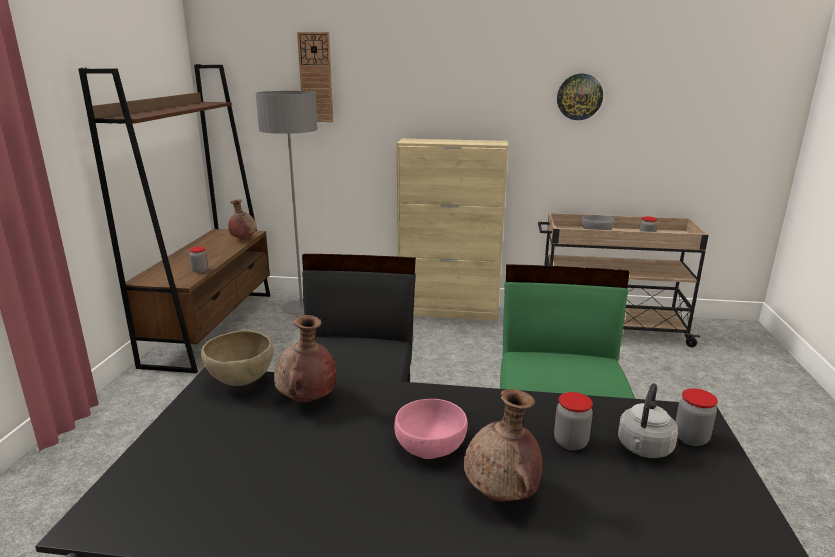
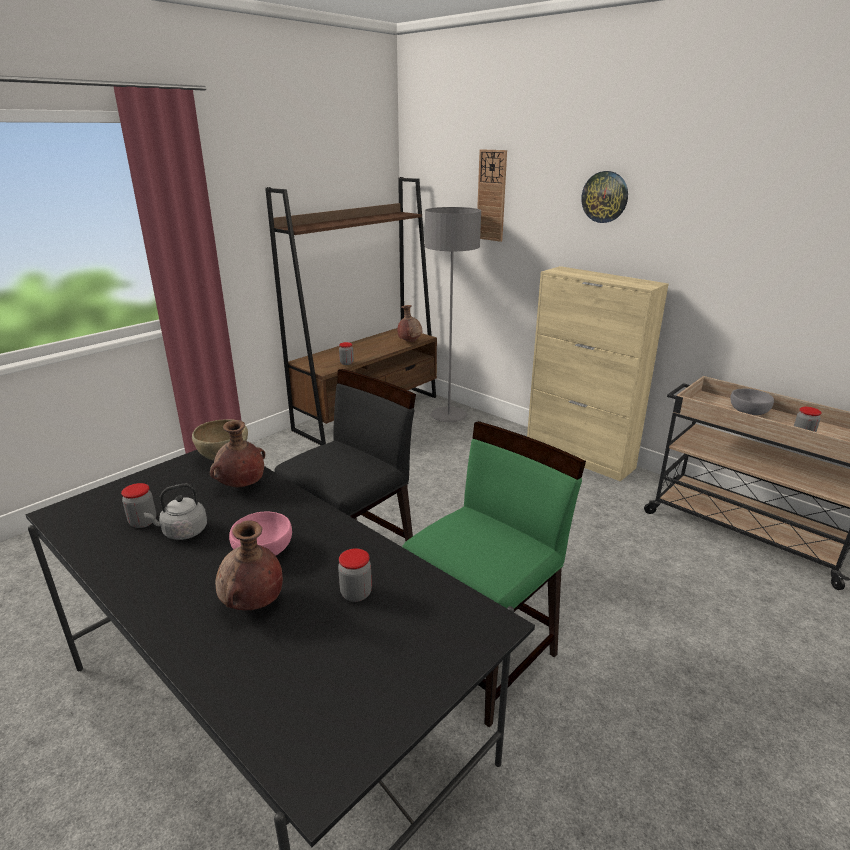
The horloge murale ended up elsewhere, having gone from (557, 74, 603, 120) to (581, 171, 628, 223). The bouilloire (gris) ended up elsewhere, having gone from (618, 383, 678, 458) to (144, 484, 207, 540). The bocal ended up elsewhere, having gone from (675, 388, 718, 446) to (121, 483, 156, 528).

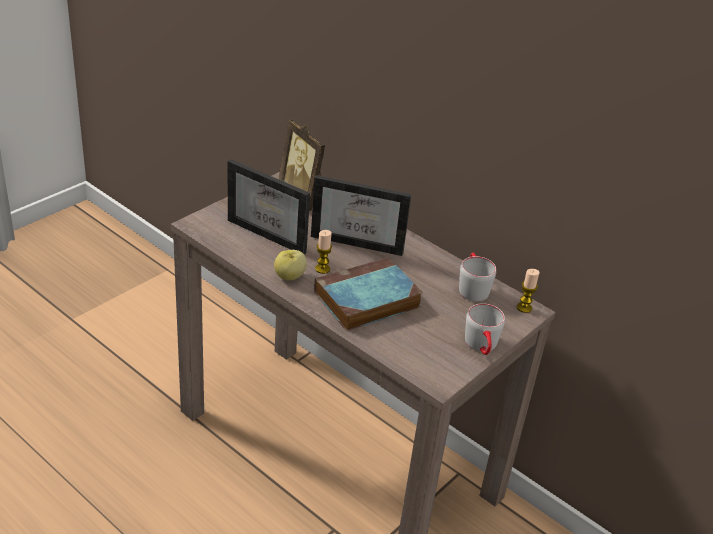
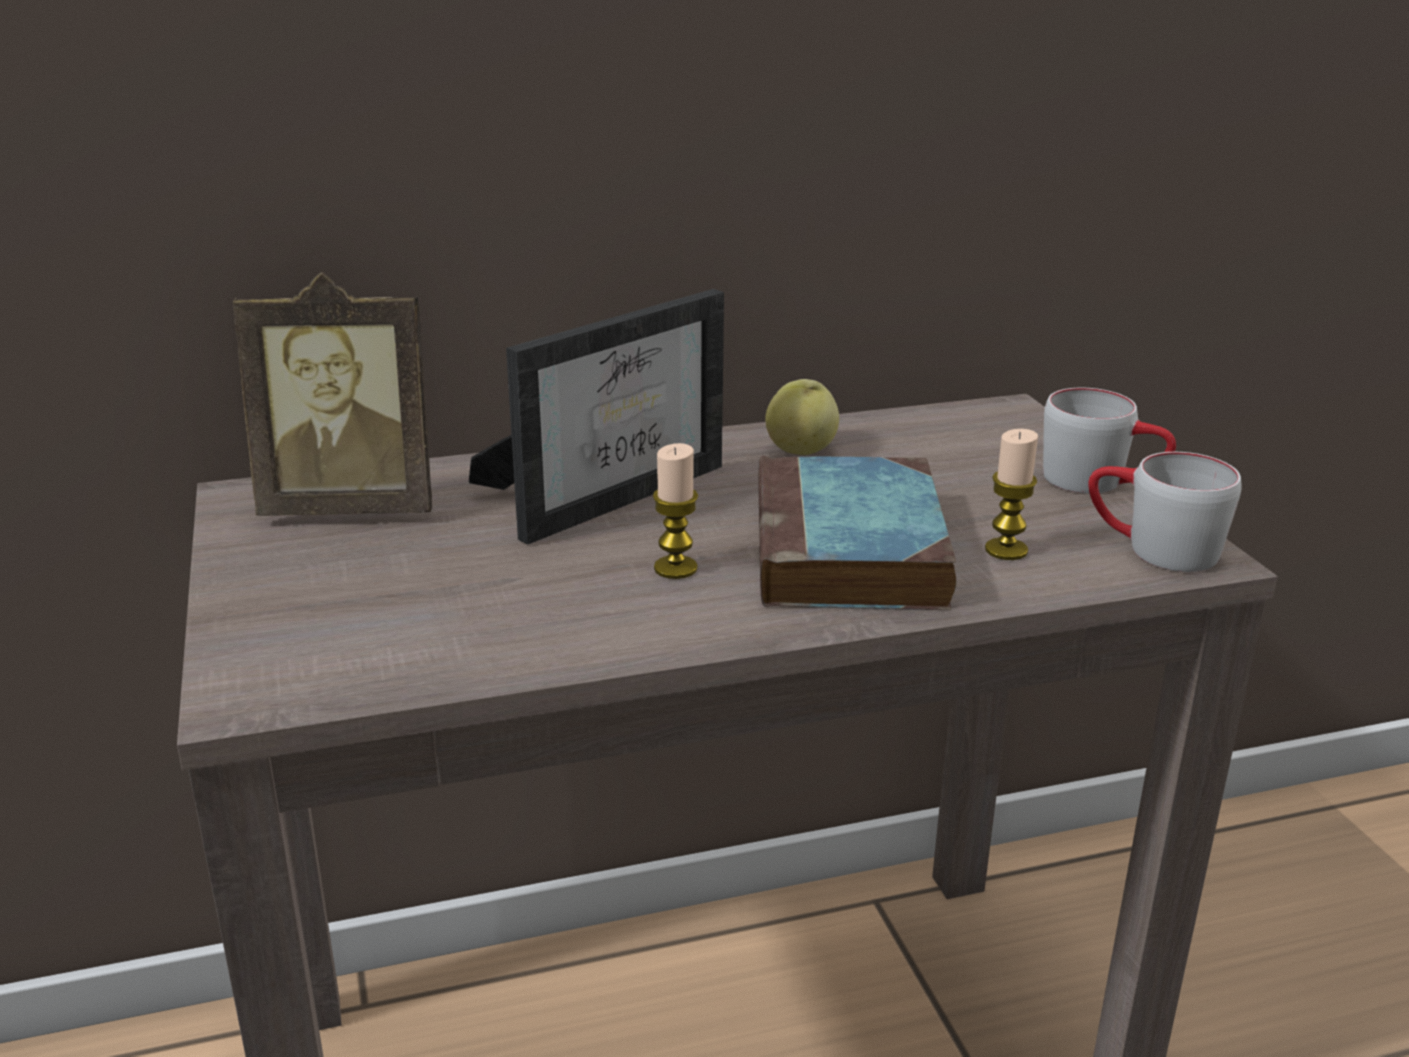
The second view lost the cadre photo at (228, 159, 310, 254). The pomme ended up elsewhere, having gone from (274, 250, 307, 281) to (765, 379, 839, 455). The mug (gris) ended up elsewhere, having gone from (459, 253, 496, 301) to (1088, 452, 1242, 572). The bougie ended up elsewhere, having gone from (517, 269, 540, 313) to (985, 429, 1038, 560).

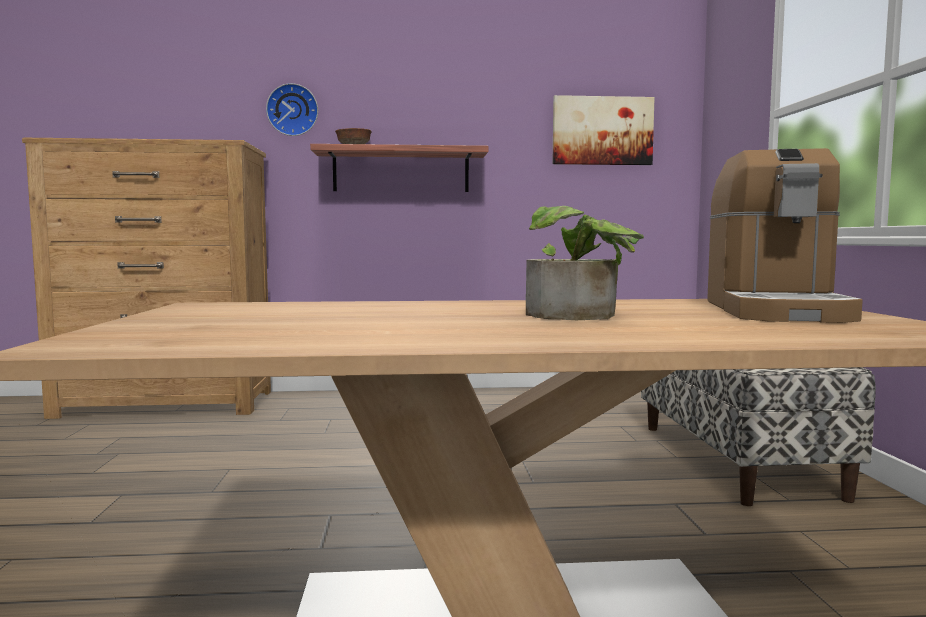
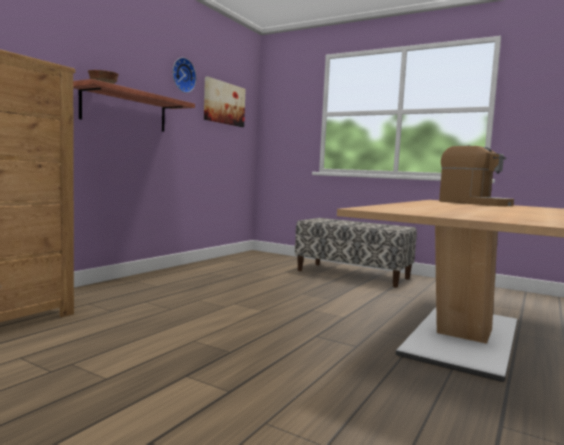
The horloge murale ended up elsewhere, having gone from (266, 83, 318, 136) to (173, 57, 196, 93). The second view lost the plante en pot at (526, 206, 644, 320).

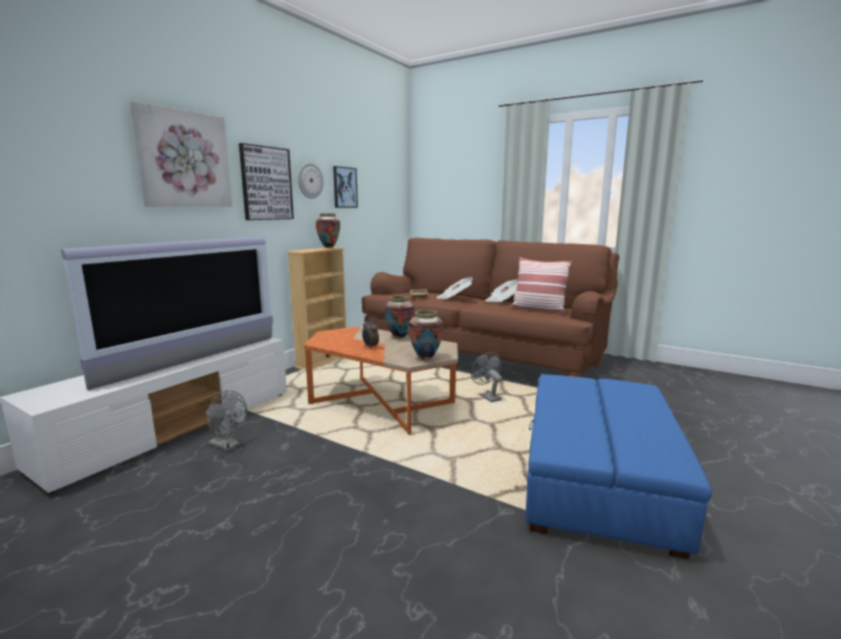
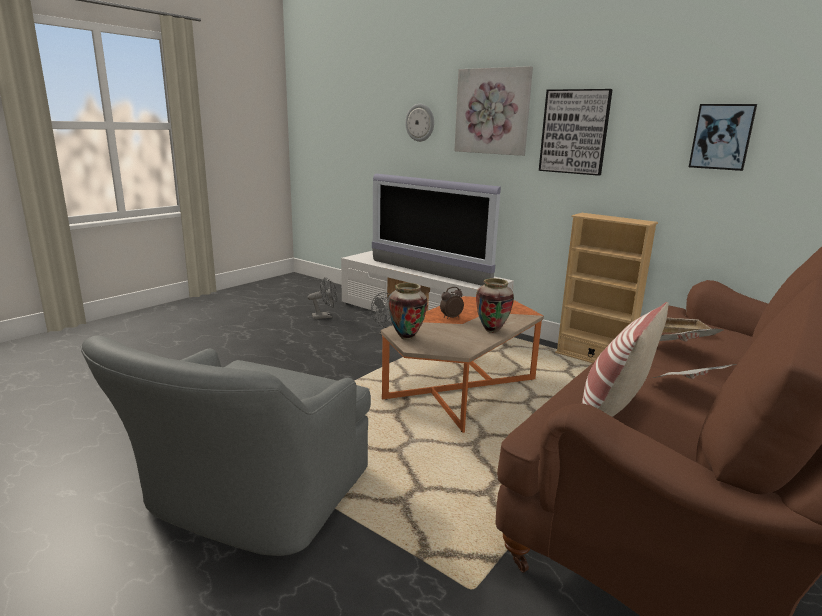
The horloge murale ended up elsewhere, having gone from (298, 162, 323, 199) to (405, 104, 434, 142). The second view lost the vase at (316, 214, 340, 248). The ventilateur (gris) ended up elsewhere, having gone from (471, 352, 502, 402) to (308, 277, 337, 319). Where the pouf (bleu) stood at (526, 374, 712, 559), the fauteuil (gris) came to stand at (81, 336, 371, 556).

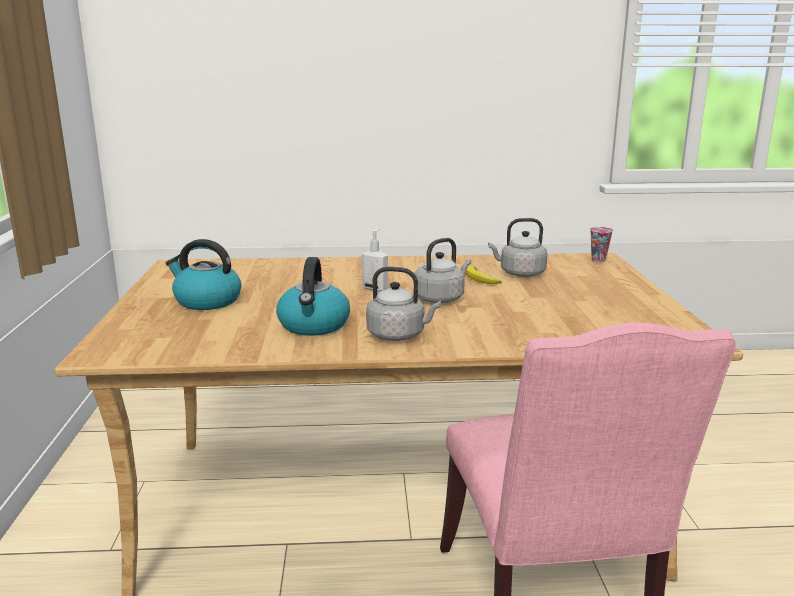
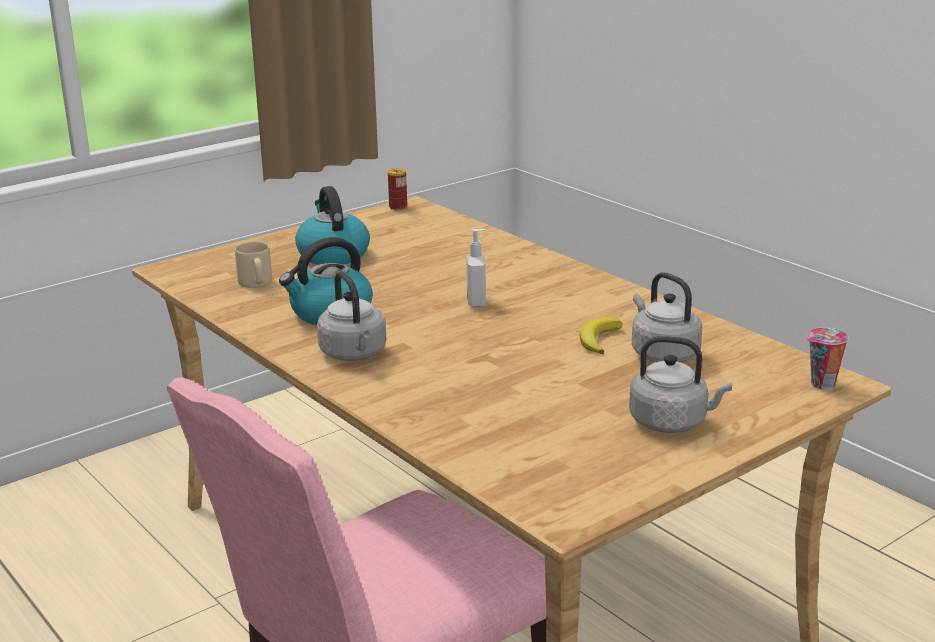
The bouilloire (gris) ended up elsewhere, having gone from (414, 238, 471, 303) to (629, 336, 732, 433). The second view gained the boîte métallique at (388, 168, 407, 210). The second view gained the mug (beige) at (235, 242, 272, 288).

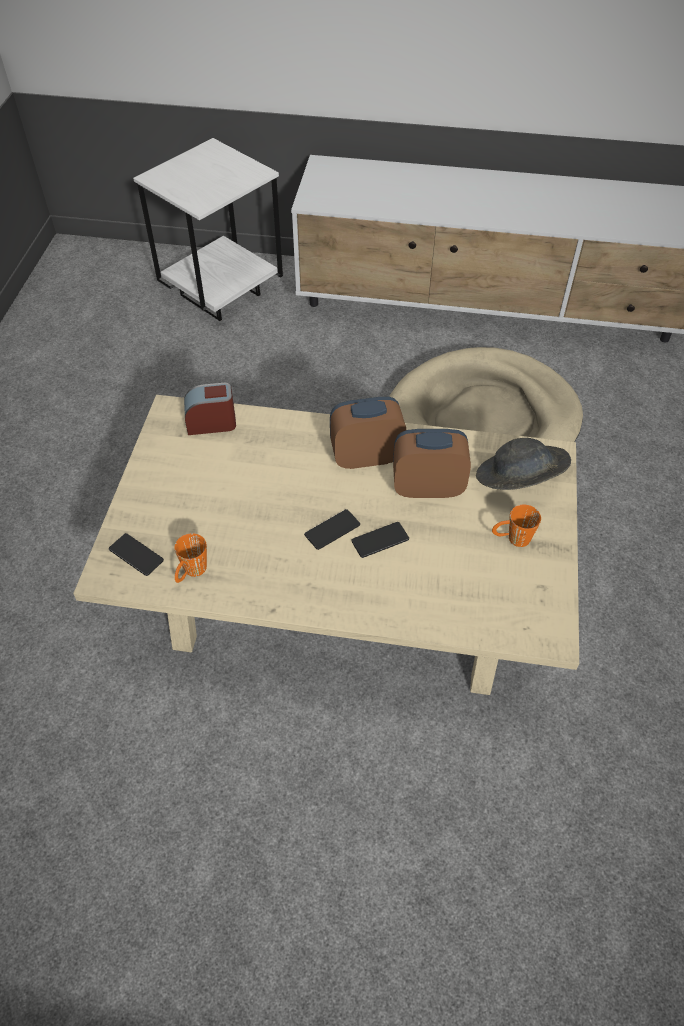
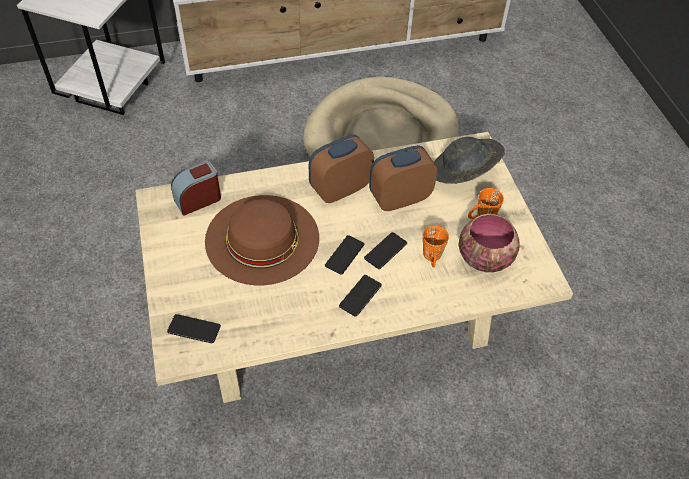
The mug (orange) ended up elsewhere, having gone from (175, 533, 207, 583) to (423, 226, 449, 268). The second view gained the chapeau (marron) at (205, 195, 319, 285). The second view gained the bol at (459, 214, 519, 272). The second view gained the téléphone at (339, 275, 382, 317).

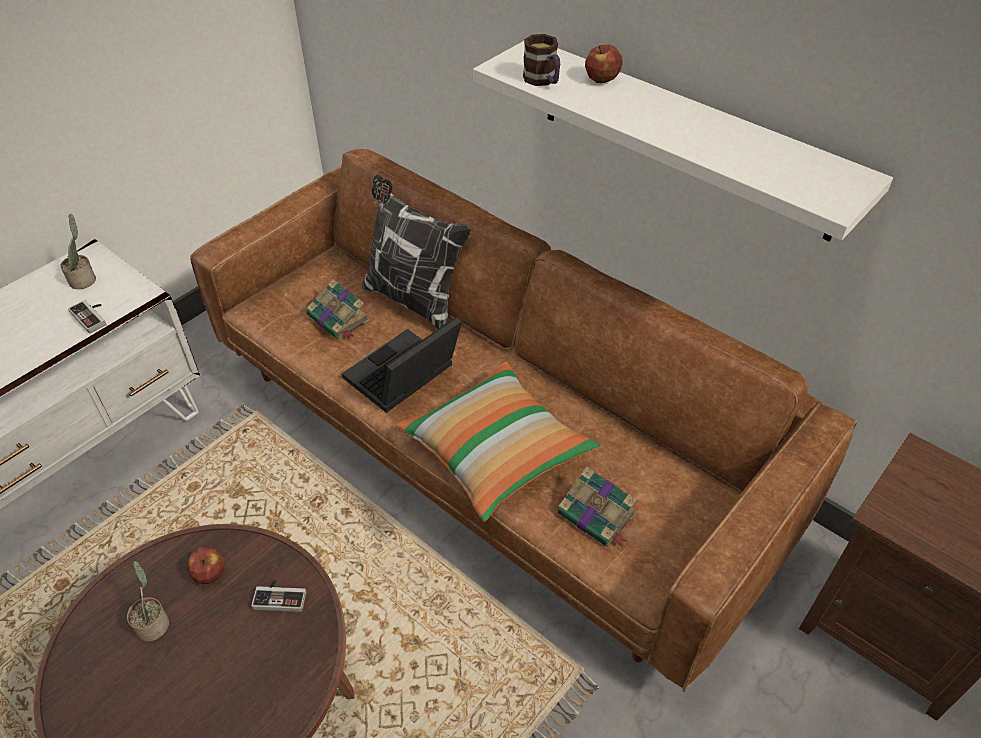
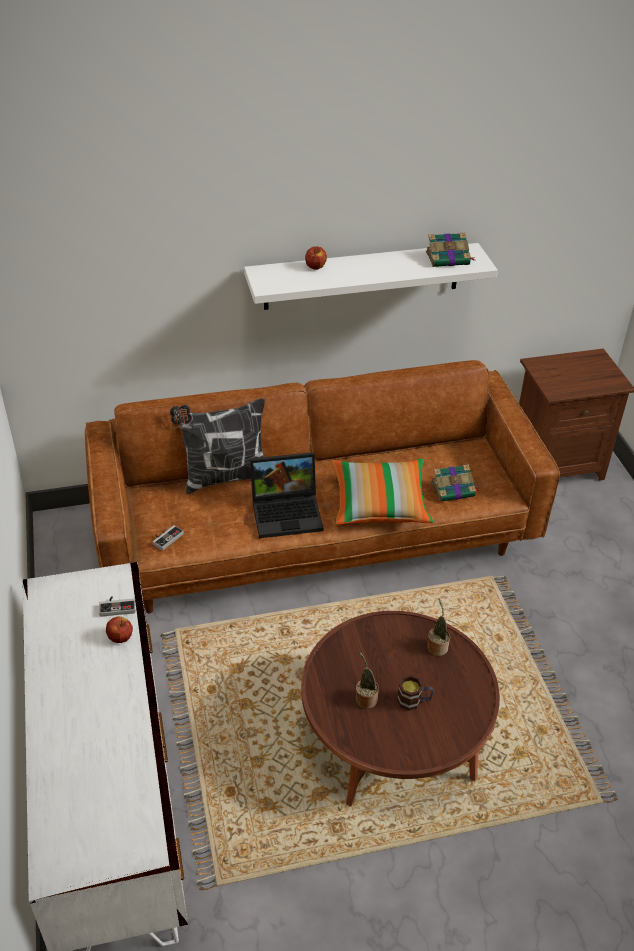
The mug ended up elsewhere, having gone from (523, 34, 560, 86) to (397, 675, 434, 711). The plante en pot ended up elsewhere, having gone from (60, 214, 96, 289) to (427, 599, 450, 656). The livre ended up elsewhere, having gone from (307, 279, 370, 339) to (426, 233, 475, 267). The ordinateur portable at (342, 316, 462, 413) ended up facing another way, 90 degrees counterclockwise from before. The pomme ended up elsewhere, having gone from (187, 547, 224, 584) to (106, 616, 133, 643). The manette ended up elsewhere, having gone from (251, 579, 306, 612) to (153, 525, 184, 551).

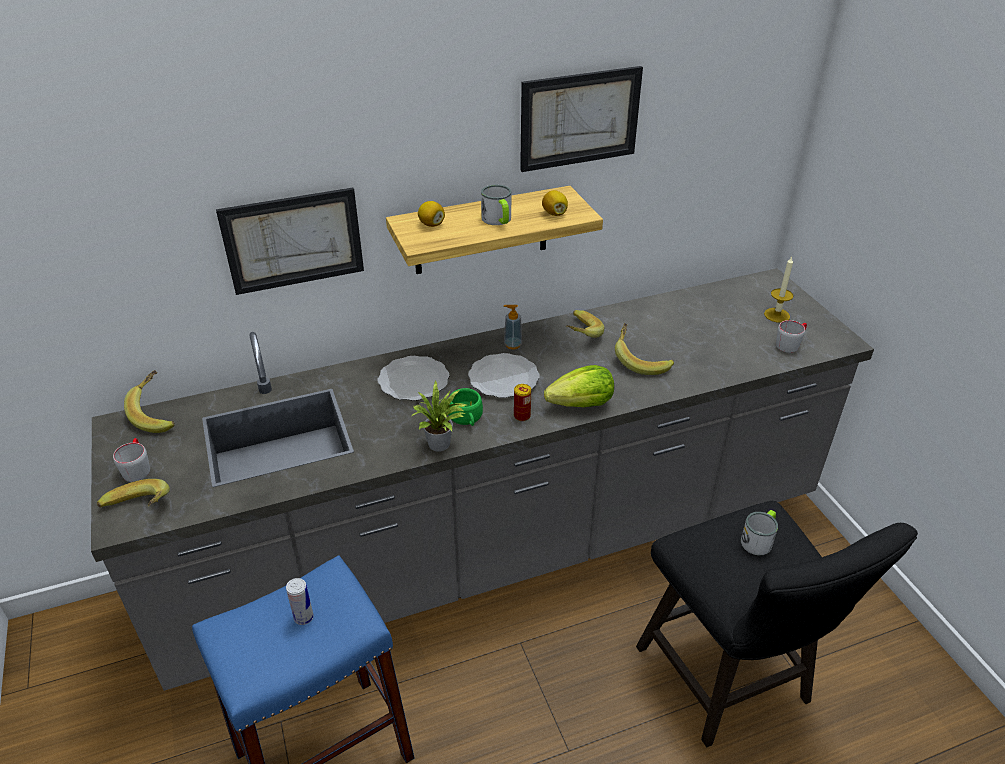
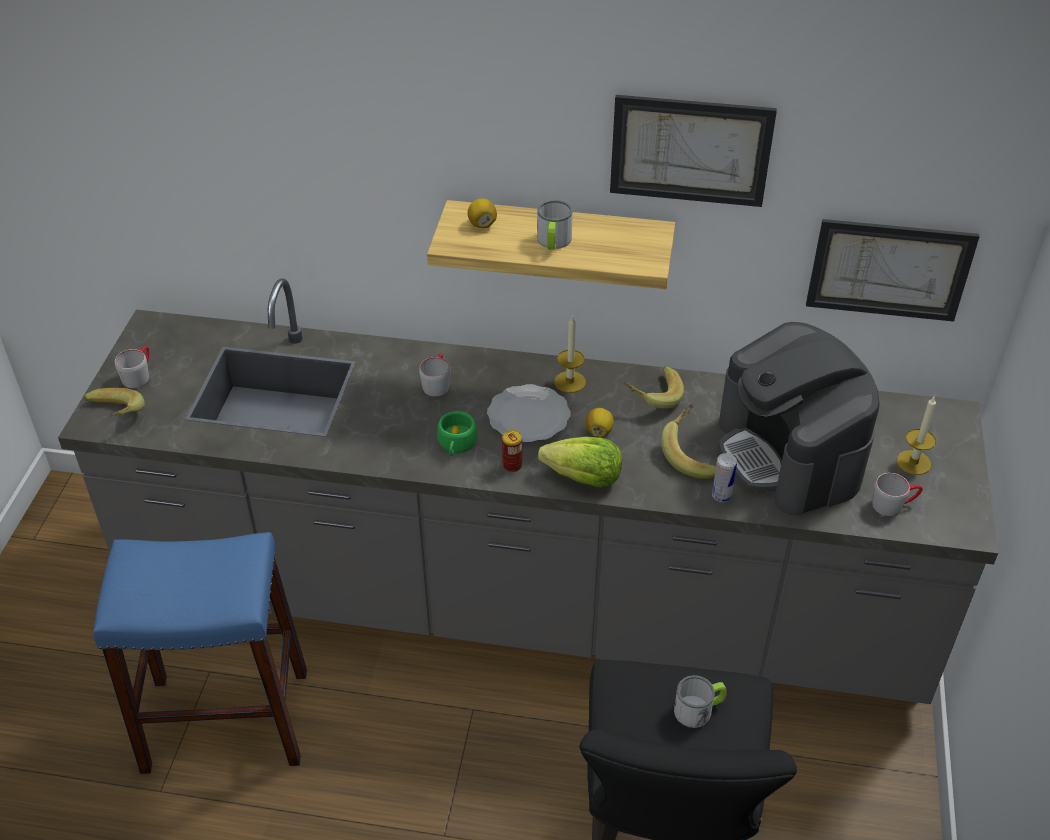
The tableau ended up elsewhere, having gone from (216, 187, 364, 295) to (806, 219, 980, 322). The citron ended up elsewhere, having gone from (542, 190, 568, 216) to (586, 408, 614, 437). Where the distributeur de savon stood at (504, 305, 522, 349), the bougie came to stand at (554, 317, 586, 393). Where the assiette stood at (378, 356, 449, 401), the mug (gris) came to stand at (419, 353, 450, 397). The second view lost the banane at (124, 370, 175, 433). The second view lost the plante en pot at (412, 381, 469, 452). The boîte métallique ended up elsewhere, having gone from (286, 578, 314, 625) to (712, 453, 737, 502). The second view gained the machine à café at (718, 322, 880, 516).

